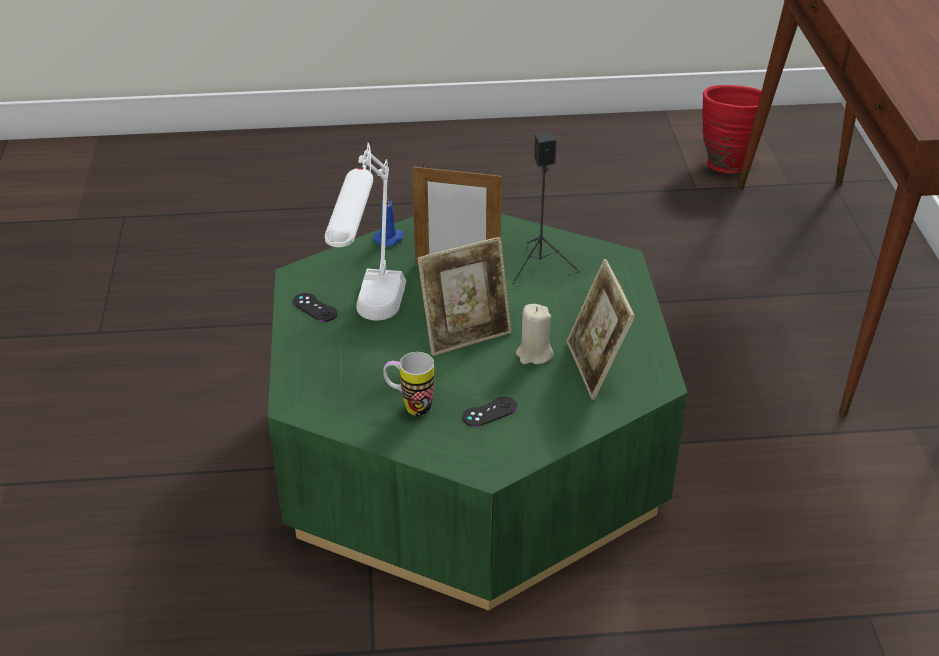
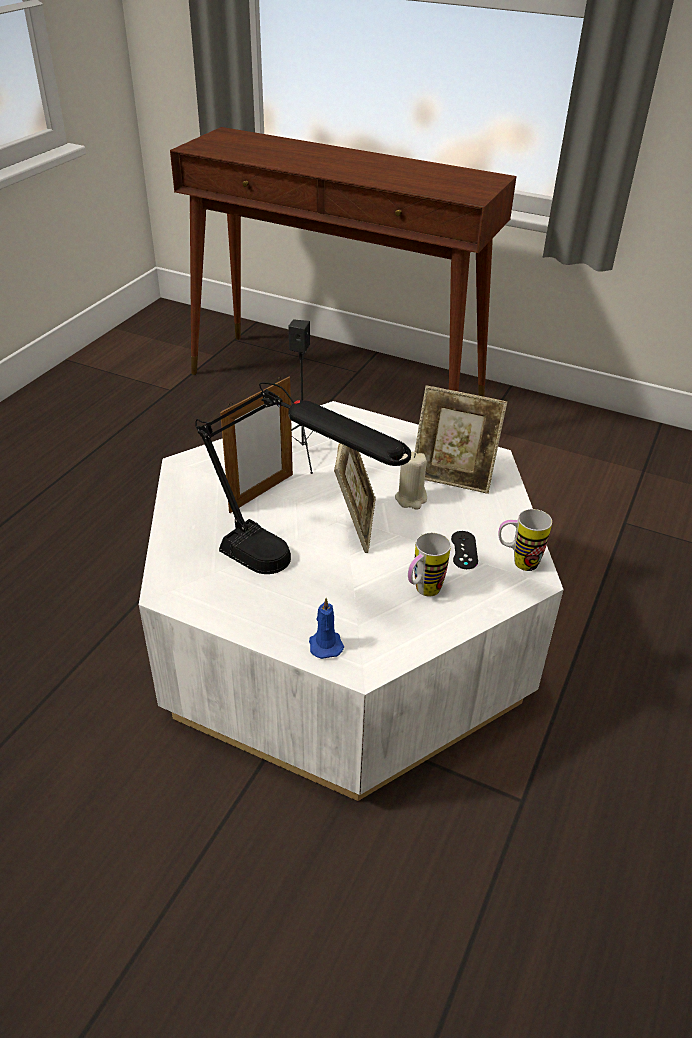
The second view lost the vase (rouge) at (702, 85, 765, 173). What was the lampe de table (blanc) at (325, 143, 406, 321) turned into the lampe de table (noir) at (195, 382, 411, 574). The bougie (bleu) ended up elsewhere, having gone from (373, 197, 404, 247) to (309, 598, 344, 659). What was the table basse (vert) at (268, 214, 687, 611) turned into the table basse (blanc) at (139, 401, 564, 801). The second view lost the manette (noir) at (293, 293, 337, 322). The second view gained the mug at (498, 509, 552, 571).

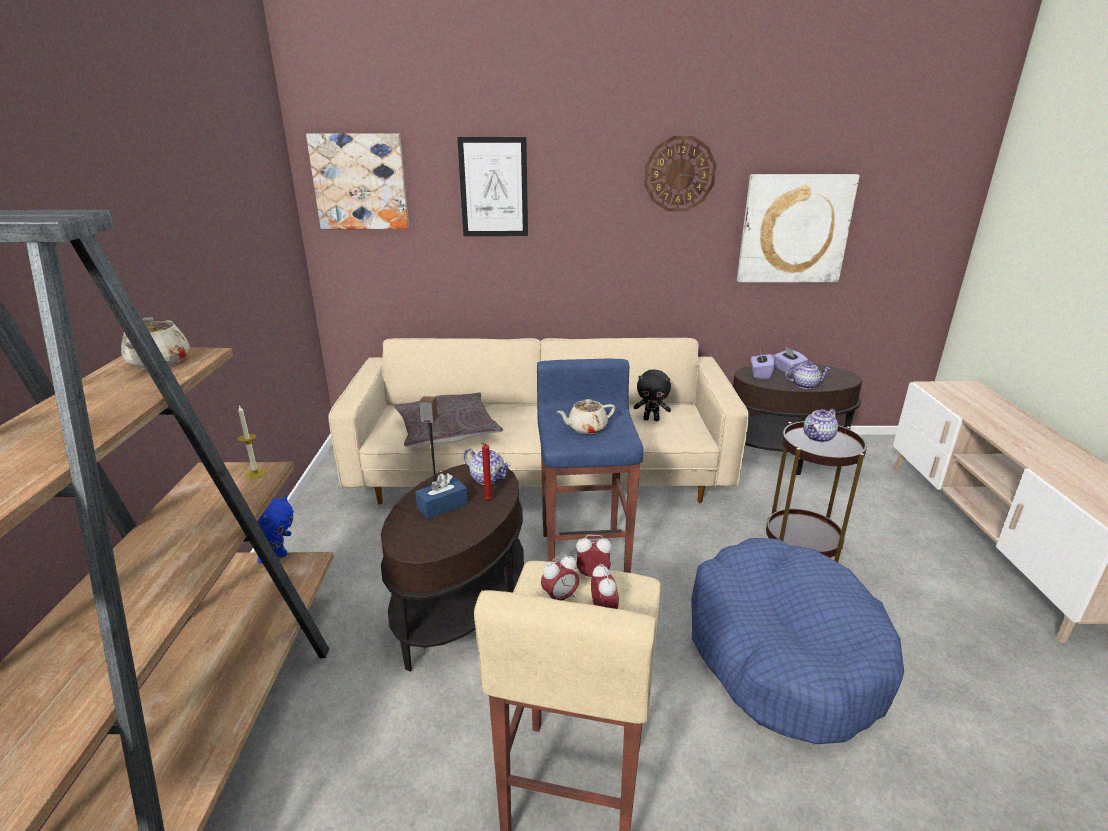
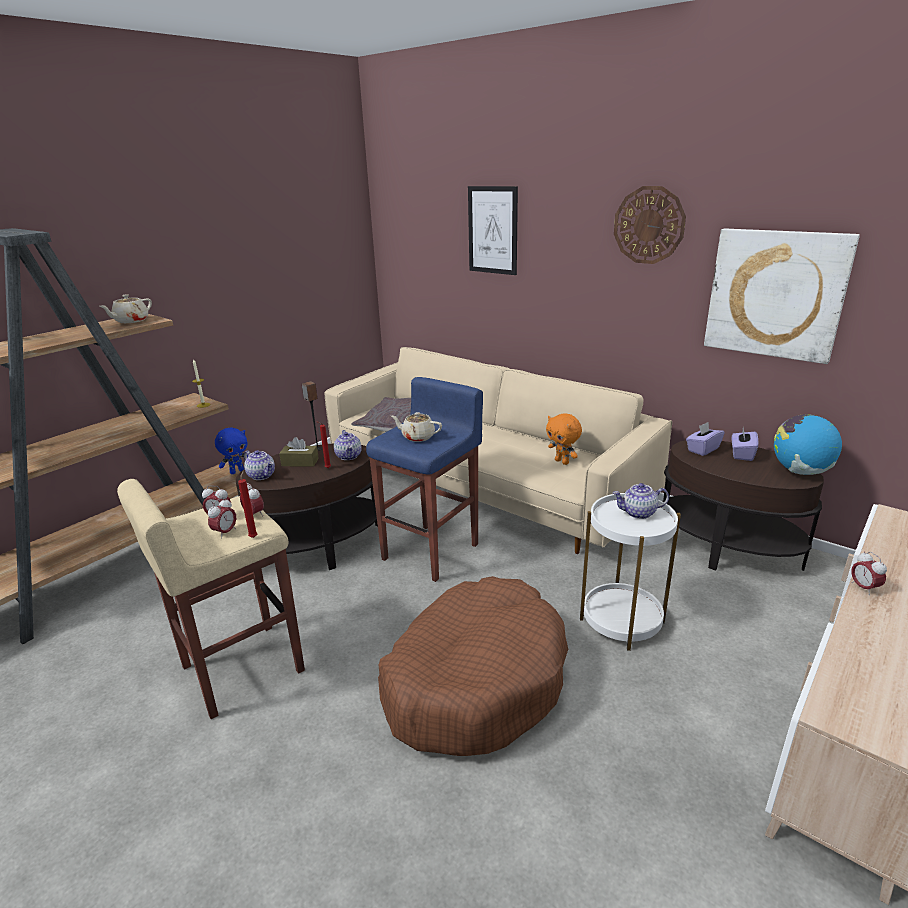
The second view lost the tableau at (306, 133, 409, 229). The théière ended up elsewhere, having gone from (785, 362, 831, 389) to (244, 450, 275, 480). What was the peluche (noir) at (634, 369, 671, 421) turned into the peluche (orange) at (546, 413, 582, 465). What was the table d'appoint (marron) at (766, 421, 867, 562) turned into the table d'appoint (blanc) at (580, 491, 681, 651). What was the boîte à mouchoirs (bleu) at (415, 473, 468, 519) turned into the boîte à mouchoirs (marron) at (279, 437, 319, 466). What was the panier pour chien (bleu) at (691, 538, 904, 744) turned into the panier pour chien (marron) at (378, 576, 568, 756). The second view gained the globe at (774, 414, 842, 475). The second view gained the bougie (rouge) at (238, 470, 258, 538). The second view gained the réveil at (851, 551, 887, 595).

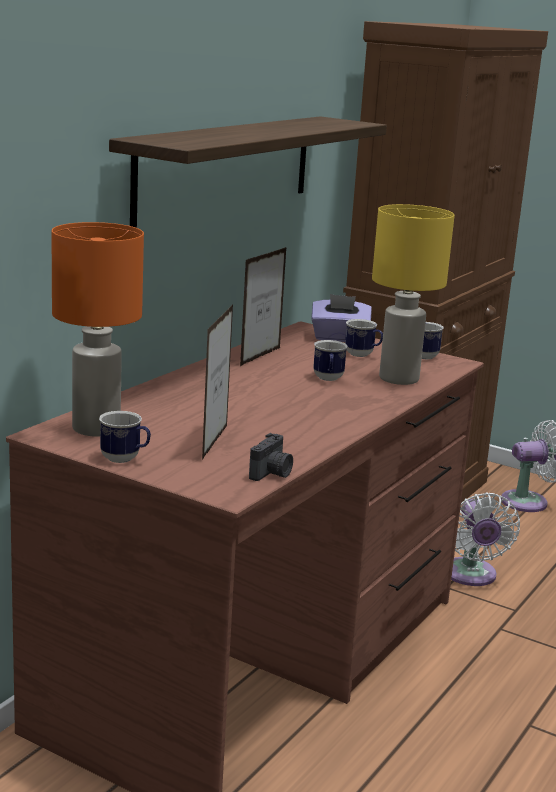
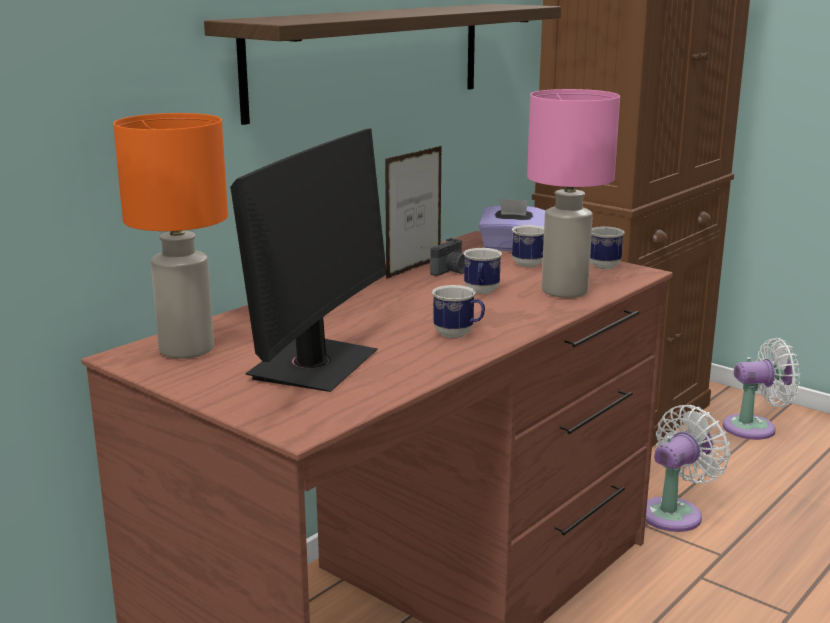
What was the lampe de table (jaune) at (372, 204, 455, 385) turned into the lampe de table (rose) at (527, 89, 620, 298). Where the cadre photo stood at (202, 304, 233, 460), the écran d'ordinateur came to stand at (230, 129, 387, 392). The mug ended up elsewhere, having gone from (99, 411, 151, 463) to (432, 285, 485, 338). The appareil photo ended up elsewhere, having gone from (249, 433, 293, 481) to (430, 238, 465, 276). The ventilateur (blanc) at (451, 493, 520, 586) ended up facing another way, 135 degrees counterclockwise from before.

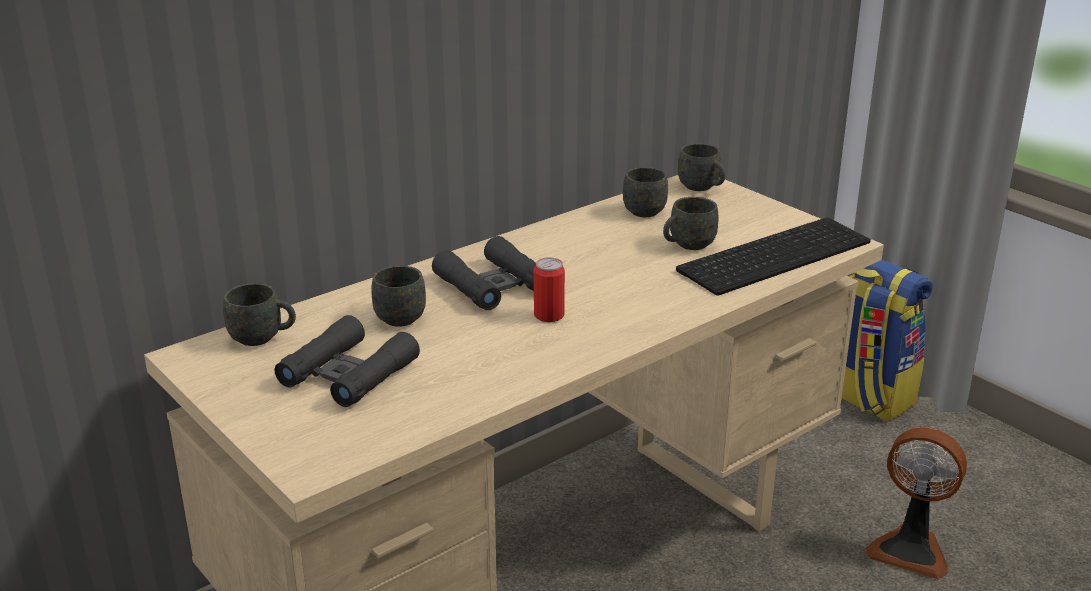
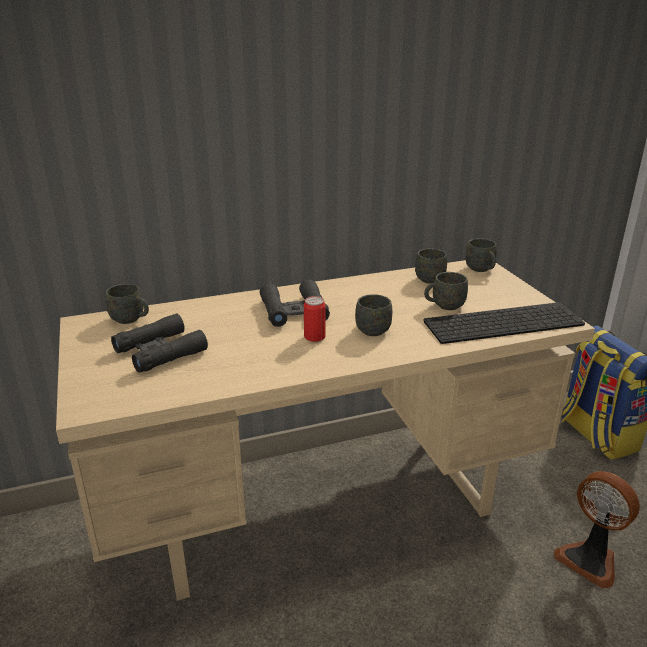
The mug (gris) ended up elsewhere, having gone from (371, 265, 426, 327) to (355, 294, 392, 336).

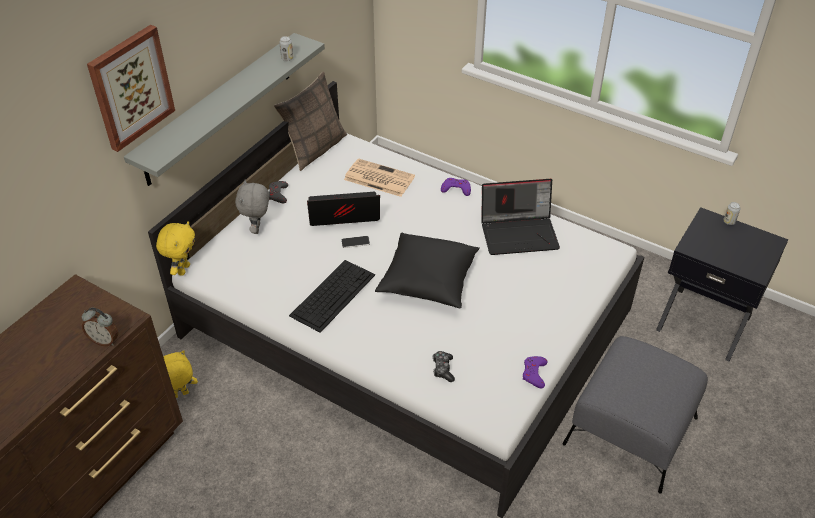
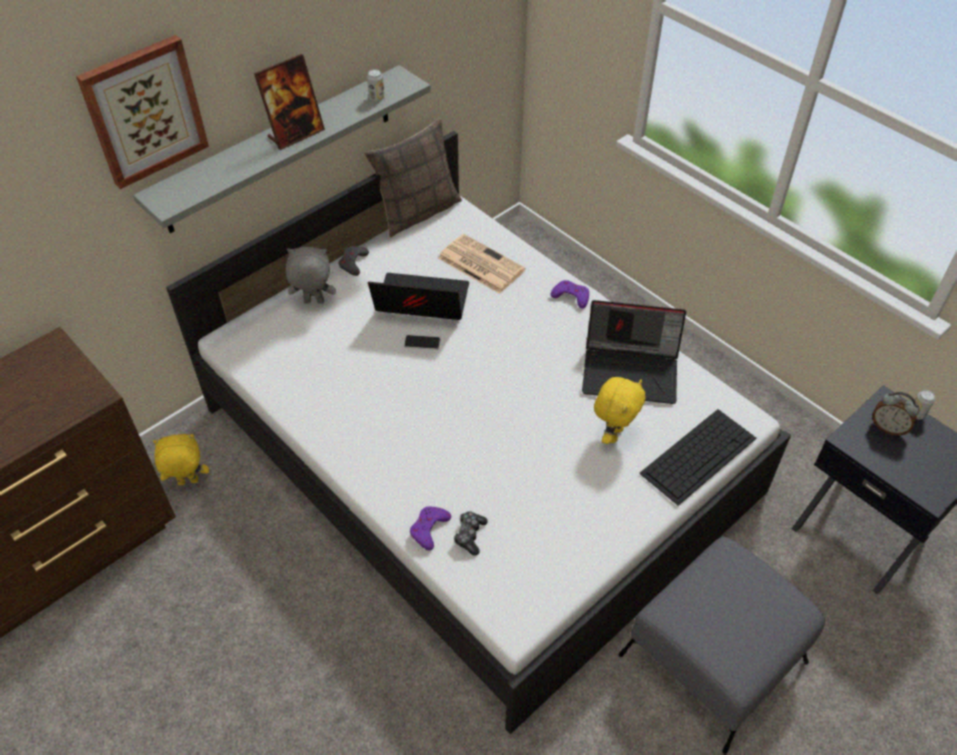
The peluche (gris) at (235, 180, 269, 234) ended up facing another way, 75 degrees clockwise from before. The peluche (jaune) ended up elsewhere, having gone from (156, 221, 195, 276) to (594, 377, 645, 444). The second view lost the coussin (noir) at (375, 233, 480, 308). The clavier ended up elsewhere, having gone from (289, 260, 375, 333) to (639, 409, 756, 506). The réveil ended up elsewhere, having gone from (82, 308, 118, 346) to (872, 392, 919, 436). The manette (violet) ended up elsewhere, having gone from (523, 356, 547, 388) to (410, 507, 451, 550). The second view gained the cadre photo at (254, 54, 325, 150).

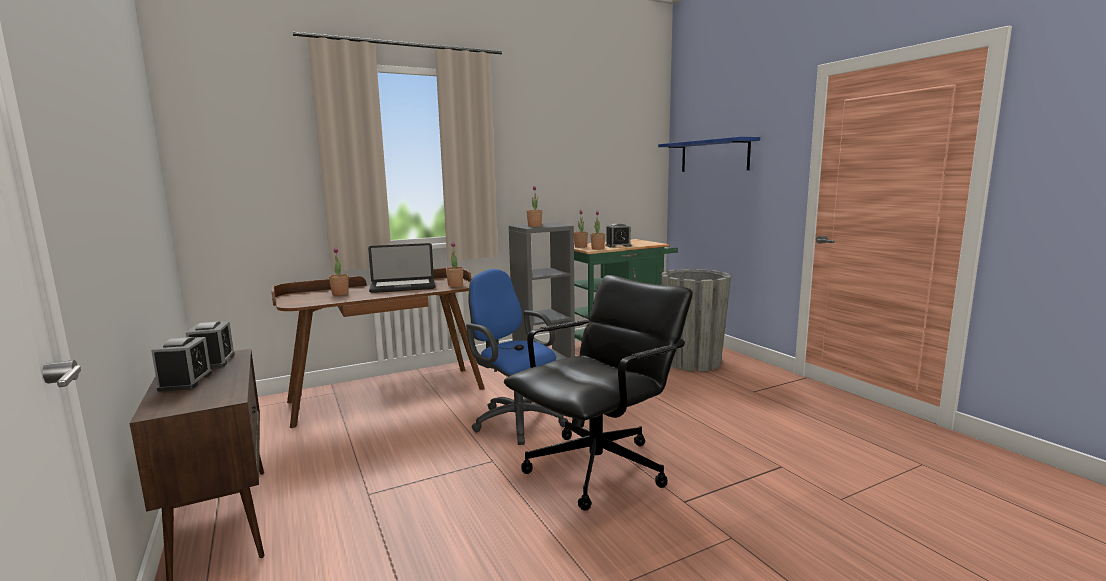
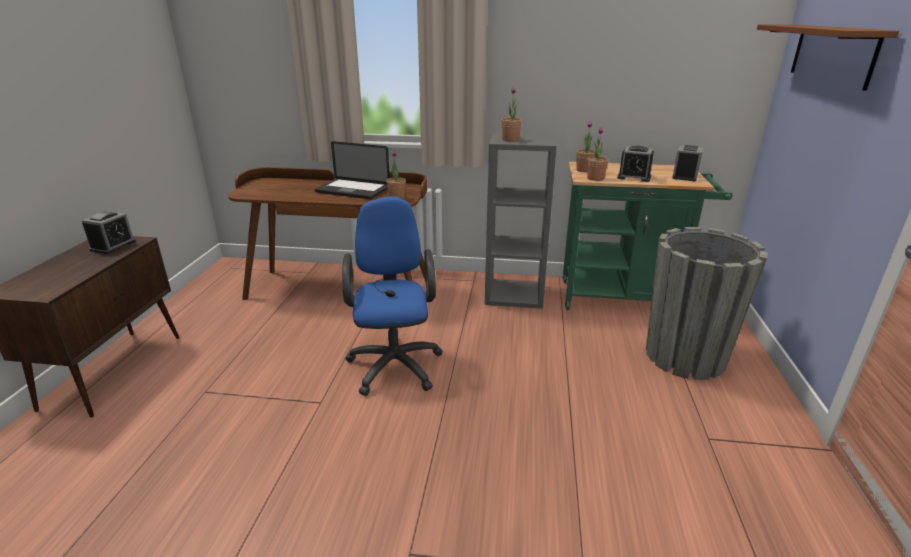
What was the étagère (bleu) at (658, 137, 760, 172) turned into the étagère (marron) at (757, 25, 899, 91). The second view lost the plante en pot at (329, 247, 349, 295). The second view lost the chaise de bureau (noir) at (504, 275, 693, 511). The réveil ended up elsewhere, having gone from (151, 337, 212, 392) to (672, 145, 703, 181).

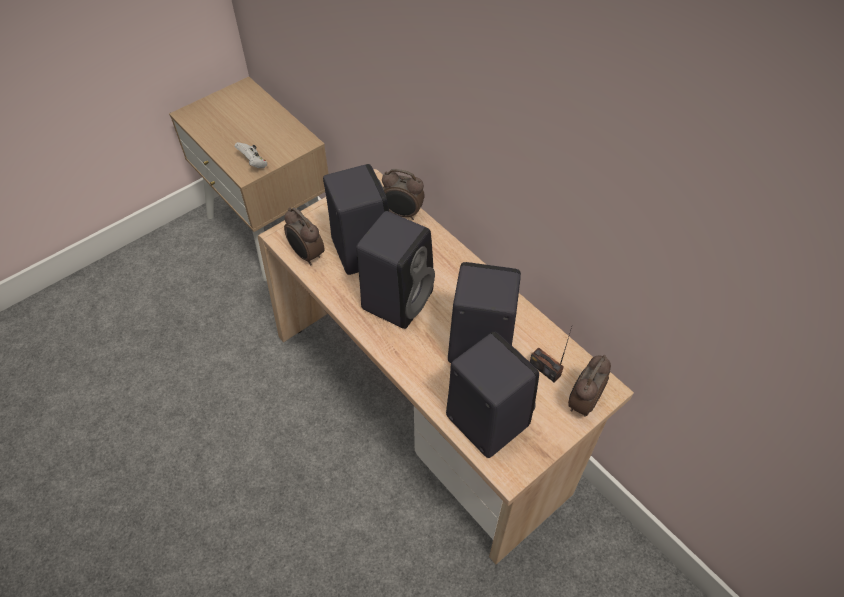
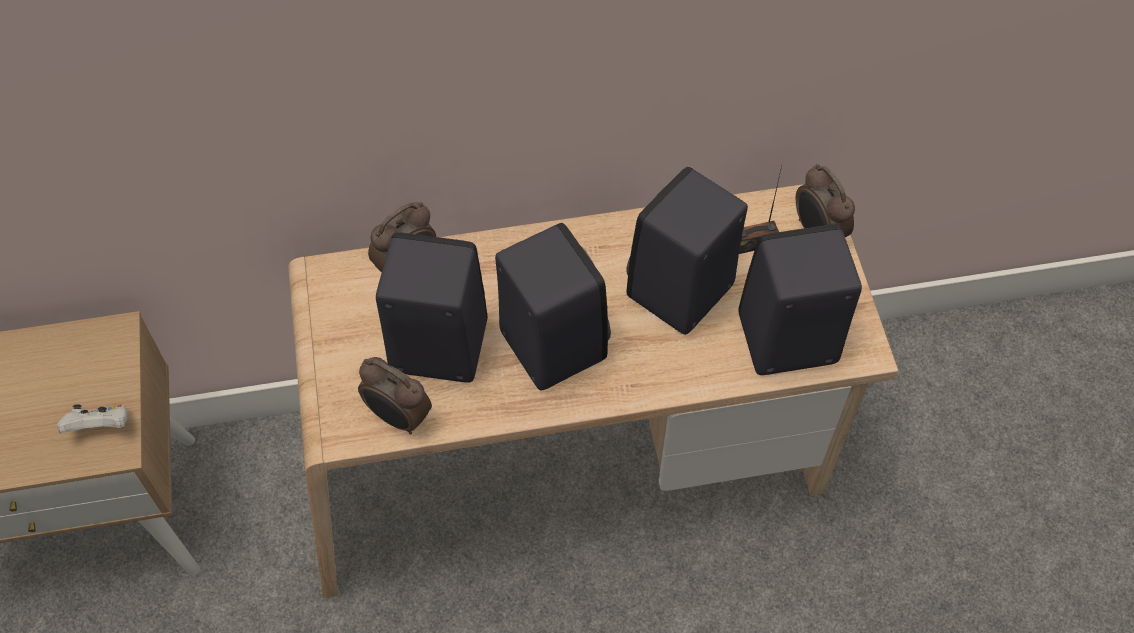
The réveil at (284, 207, 324, 265) ended up facing another way, 45 degrees clockwise from before.

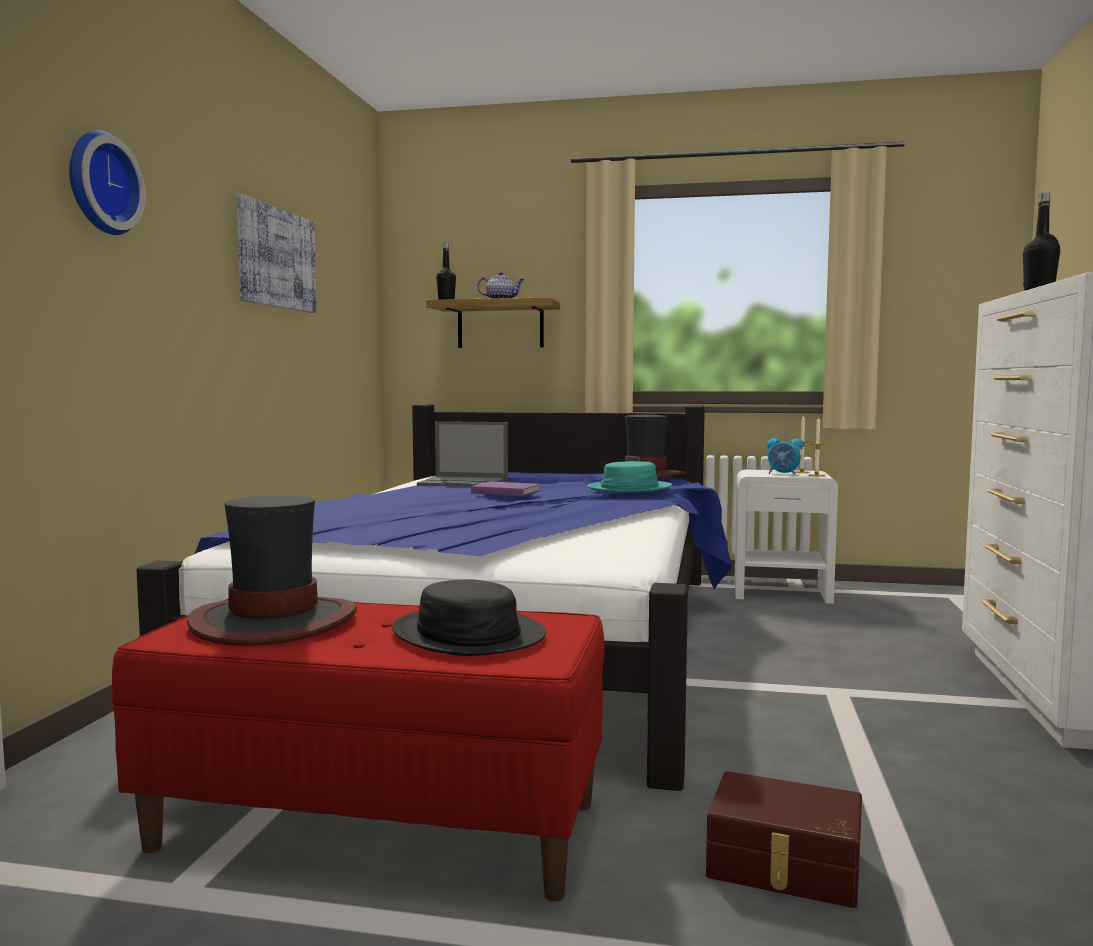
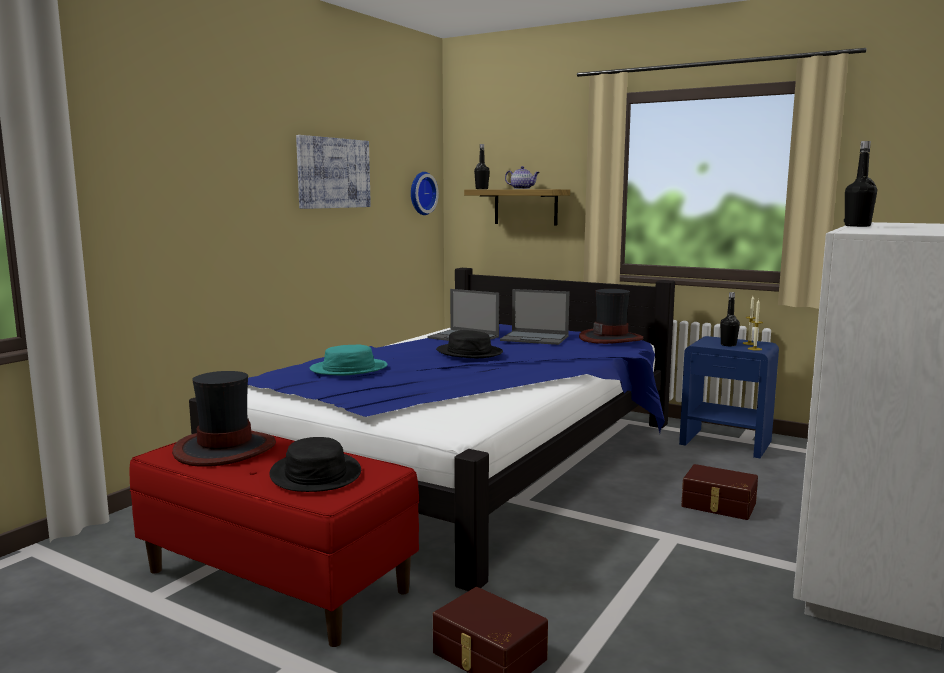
The horloge murale ended up elsewhere, having gone from (69, 130, 146, 235) to (411, 172, 439, 215). Where the réveil stood at (767, 432, 803, 475), the bouteille (noir) came to stand at (720, 292, 740, 346). The chapeau (turquoise) ended up elsewhere, having gone from (587, 461, 672, 493) to (310, 345, 388, 375). What was the table de chevet (blanc) at (734, 469, 838, 604) turned into the table de chevet (bleu) at (679, 336, 779, 458). Where the livre (violet) stood at (471, 481, 541, 496), the chapeau (noir) came to stand at (436, 330, 503, 358). The second view gained the ordinateur portable at (500, 289, 569, 345). The second view gained the boîte de rangement (marron) at (681, 464, 758, 520).

